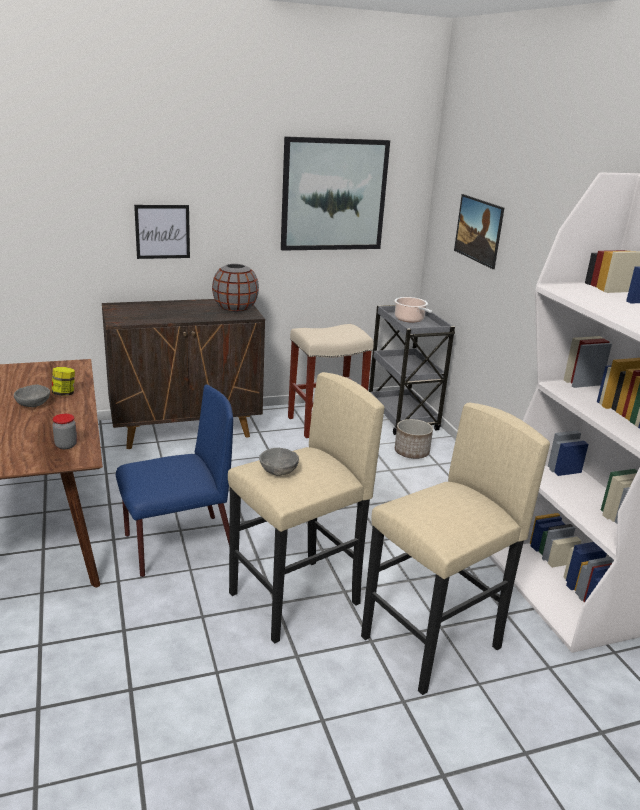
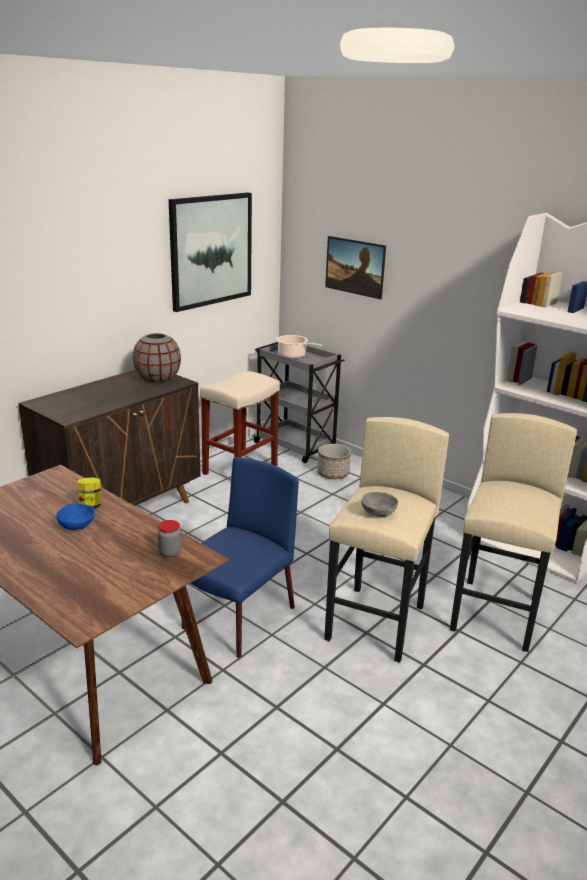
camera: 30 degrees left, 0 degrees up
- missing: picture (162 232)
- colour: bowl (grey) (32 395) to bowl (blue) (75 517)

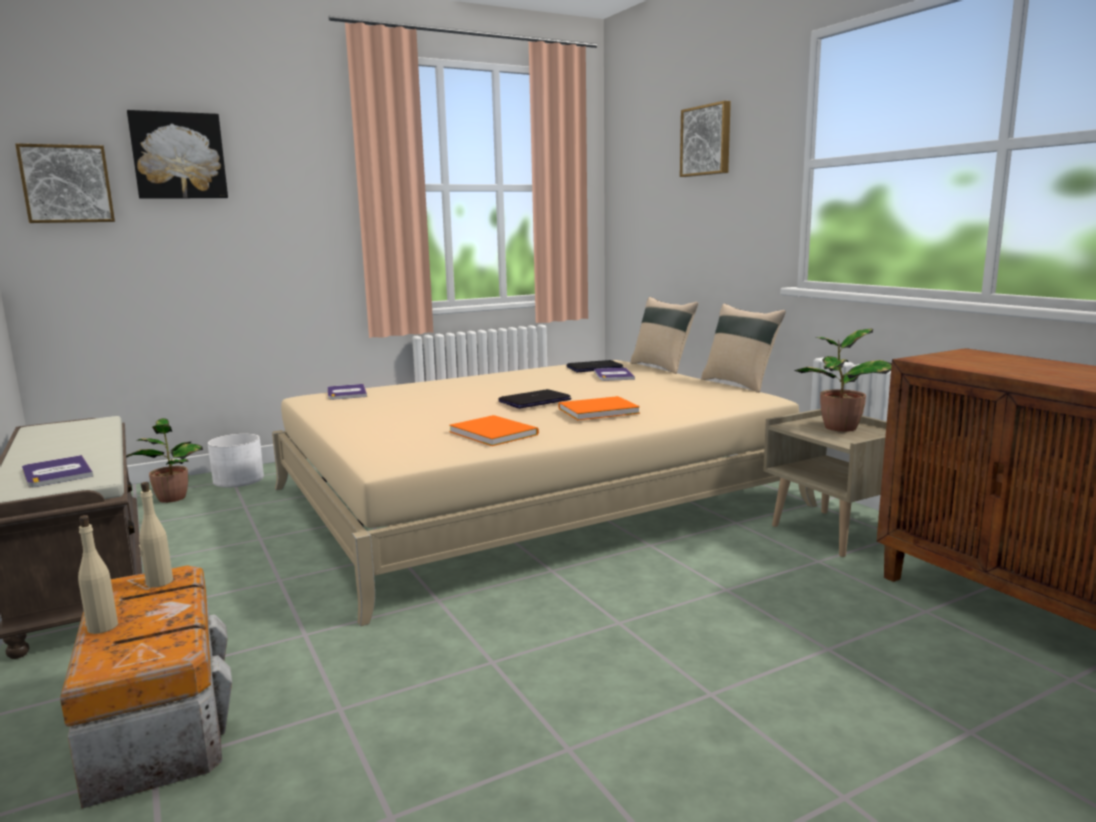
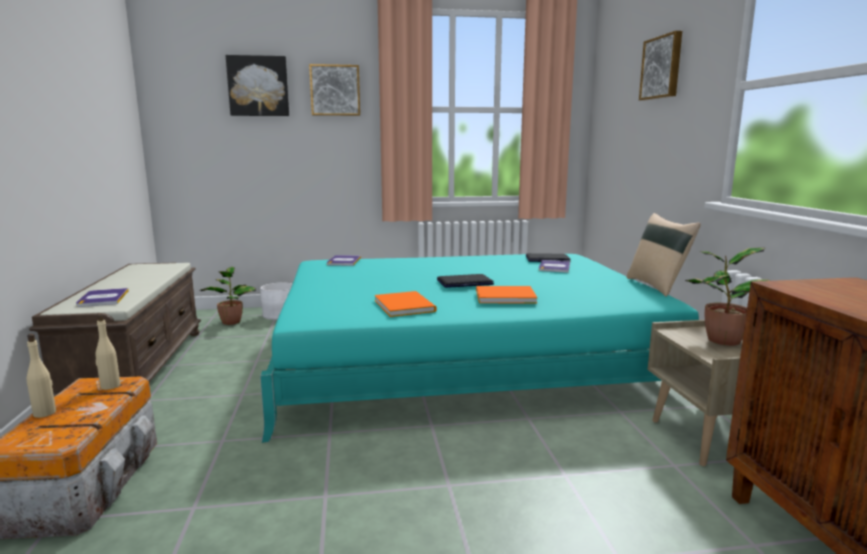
camera: 20 degrees right, 0 degrees up
- relocated: picture (65 183) to (334 90)
- missing: pillow (beige) (664 335)
- colour: bed (beige) (544 493) to bed (turquoise) (479 348)

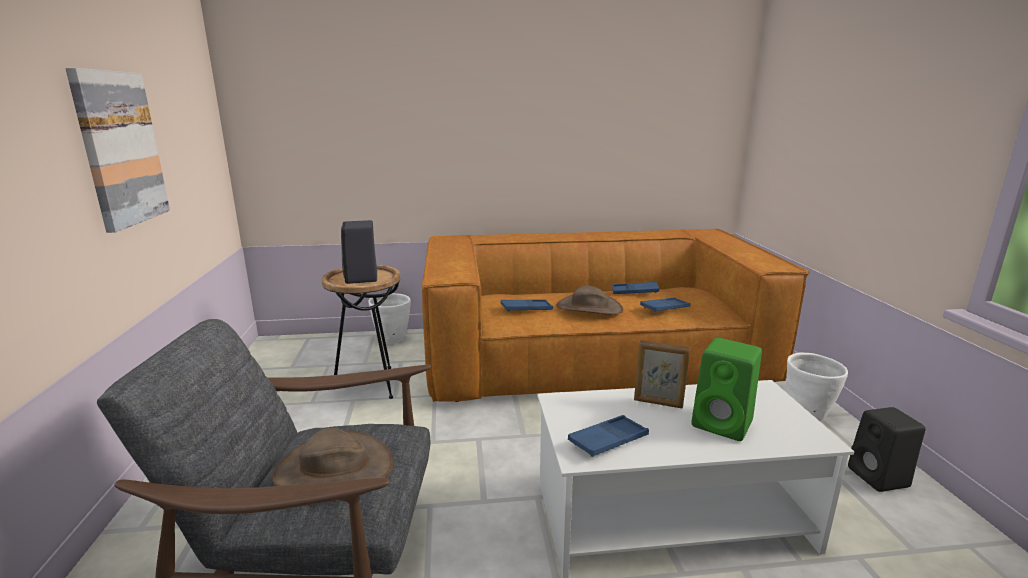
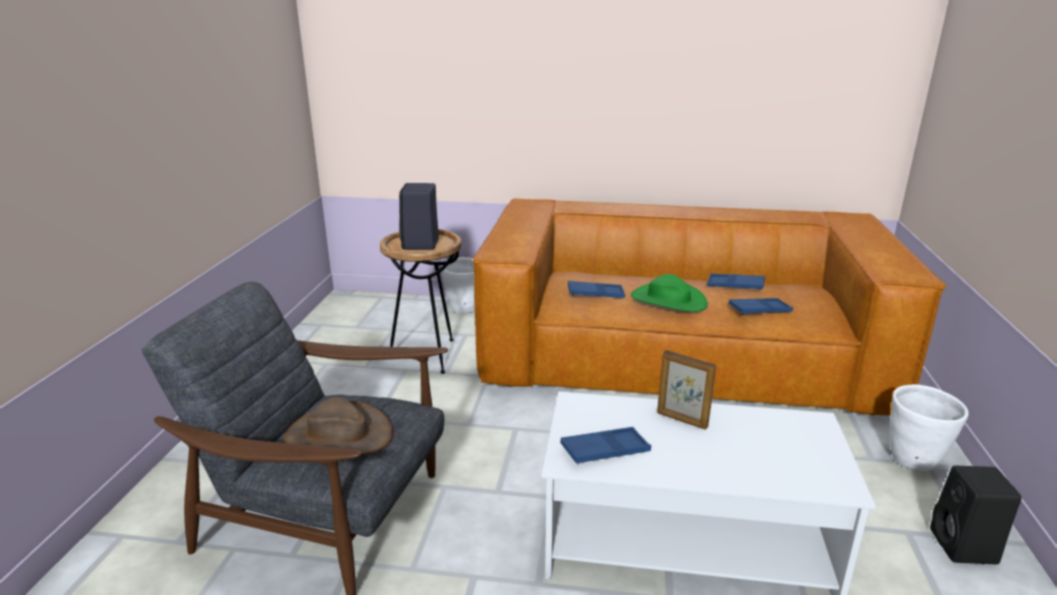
camera: 15 degrees right, 5 degrees up
- missing: picture (117 150)
- colour: hat (brown) (589 300) to hat (green) (669 293)
- missing: speaker (green) (726 389)

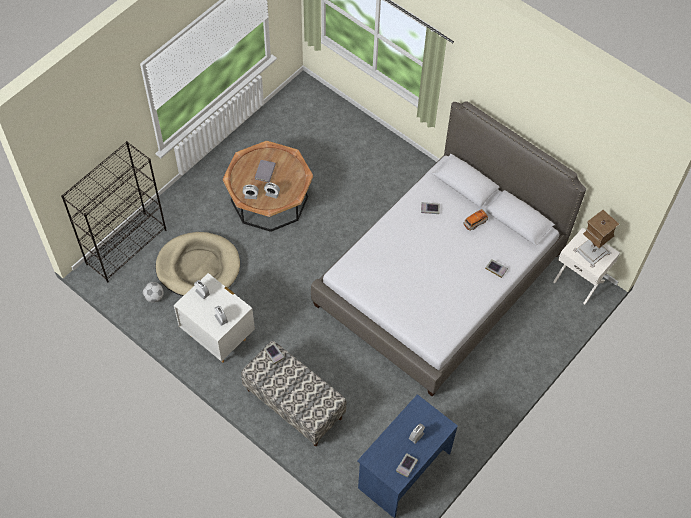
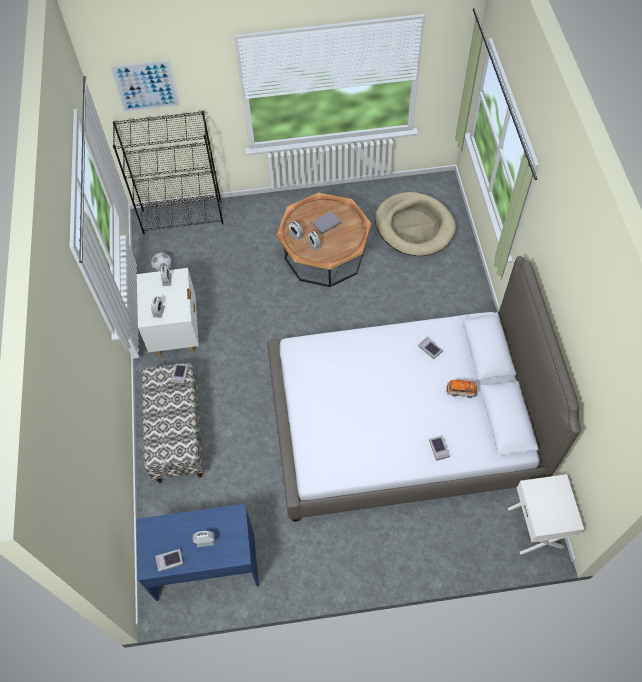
camera: 45 degrees right, 0 degrees up
- missing: table lamp (596 239)
- relocated: dog bed (beige) (197 264) to (415 224)
- appeared: picture (145 85)

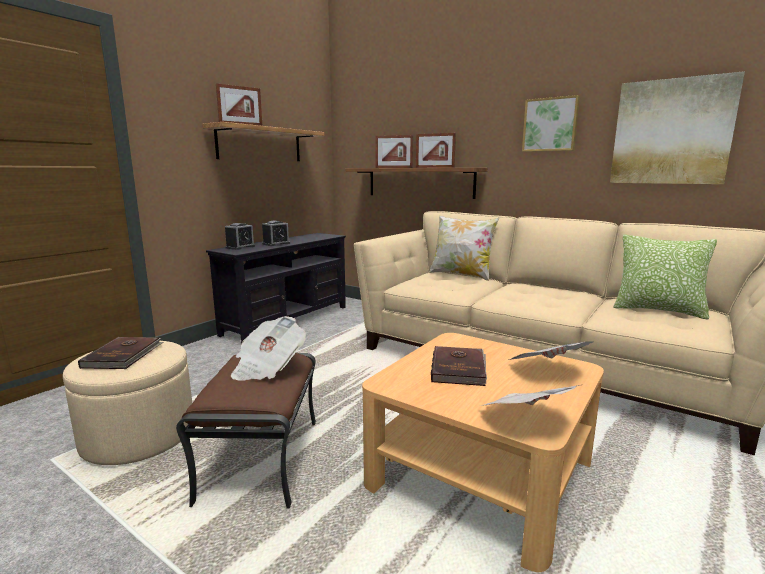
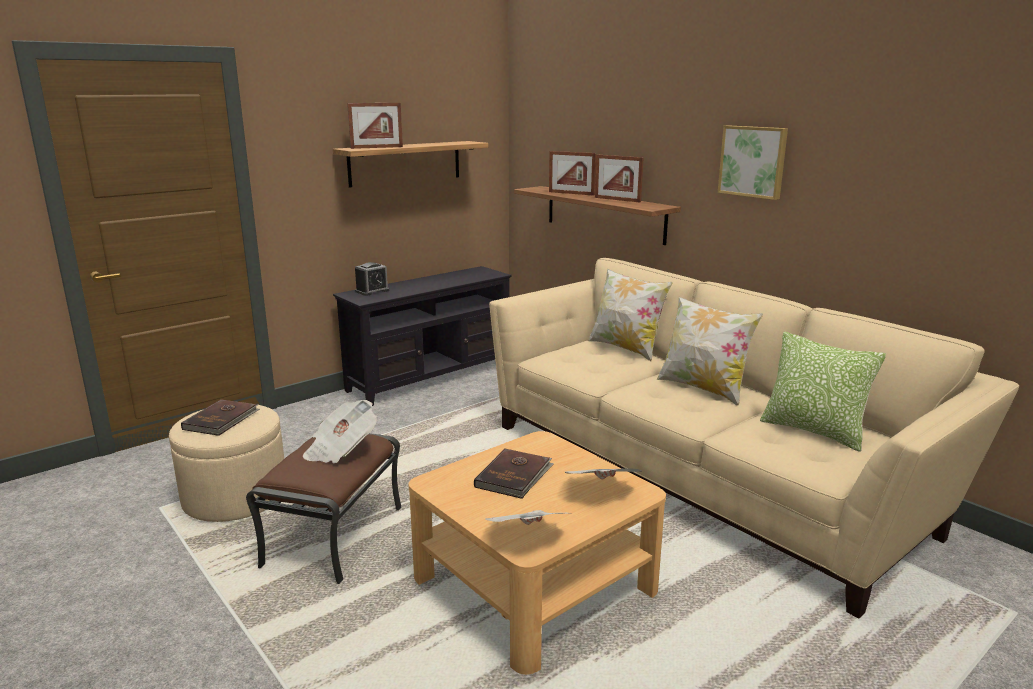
camera: 15 degrees right, 5 degrees up
- missing: picture (677 127)
- missing: alarm clock (276 233)
- appeared: pillow (710 351)

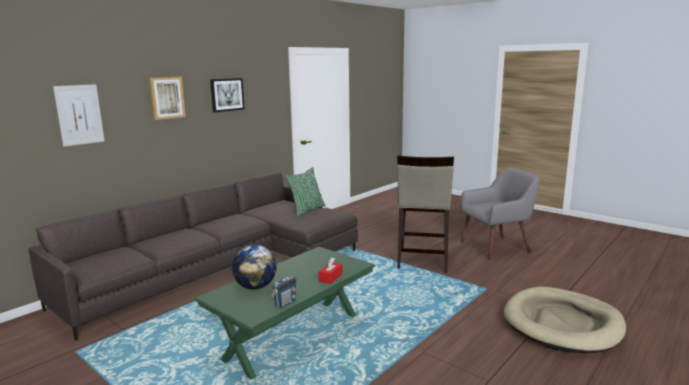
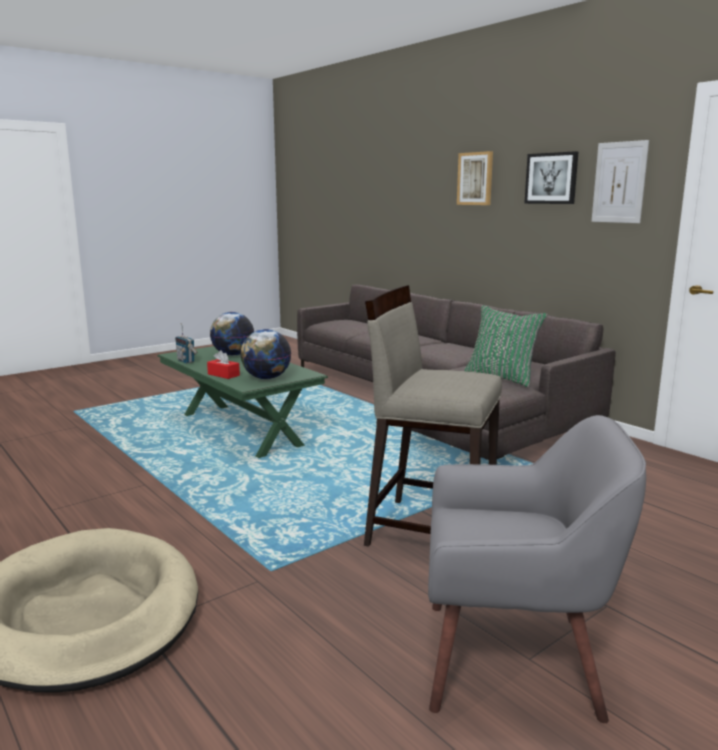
camera: 100 degrees right, 0 degrees up
- relocated: picture (78 115) to (620 181)
- spun: armchair (grey) (500 213) = (537 569) 75 degrees counterclockwise
- appeared: globe (265 354)

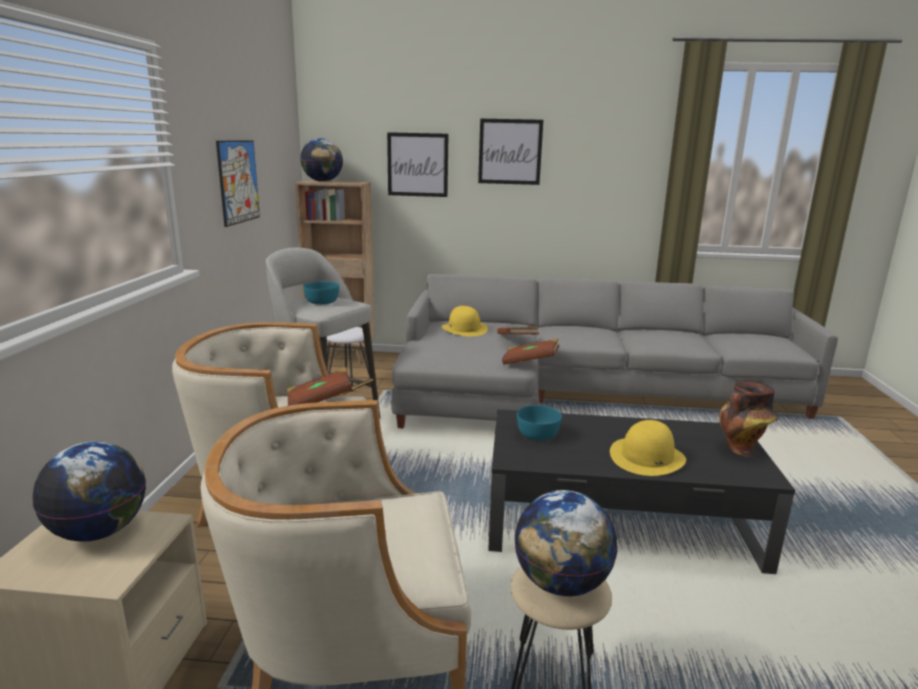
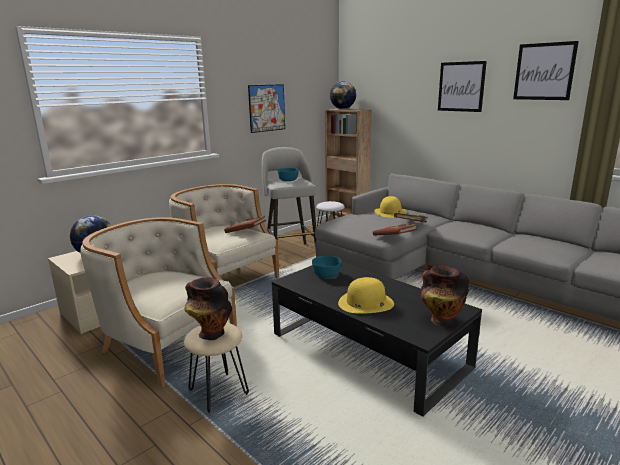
camera: 40 degrees right, 0 degrees up
- relocated: picture (418 164) to (546 70)
- exchanged: globe (566 543) to vase (208 308)

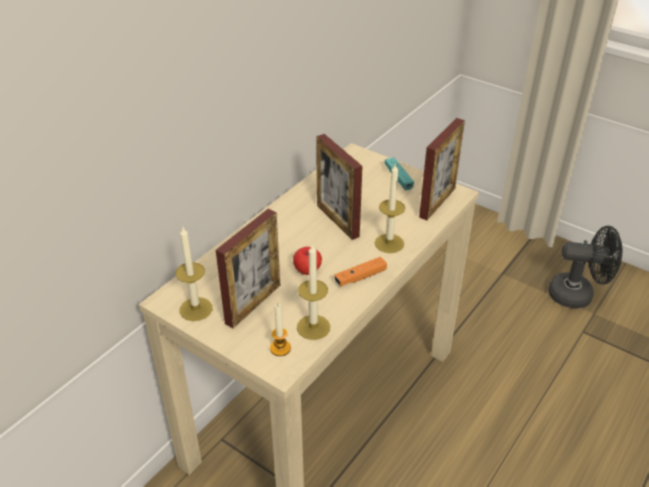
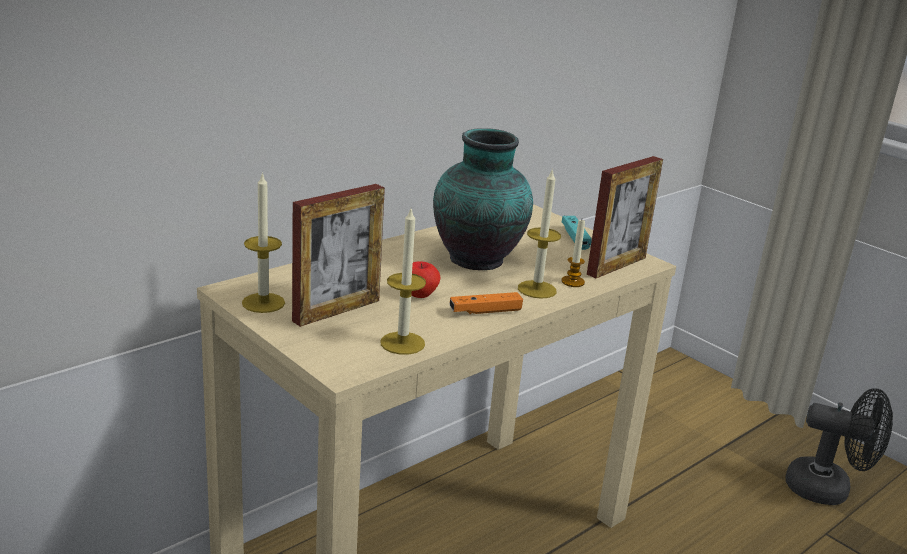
camera: 10 degrees right, 15 degrees down
- exchanged: picture frame (339 187) to vase (483 199)
- relocated: candle (280 330) to (573 253)

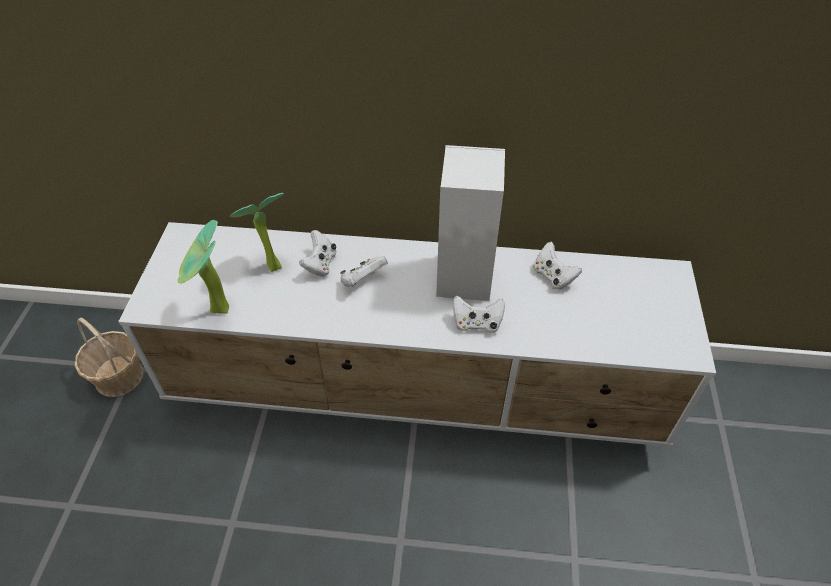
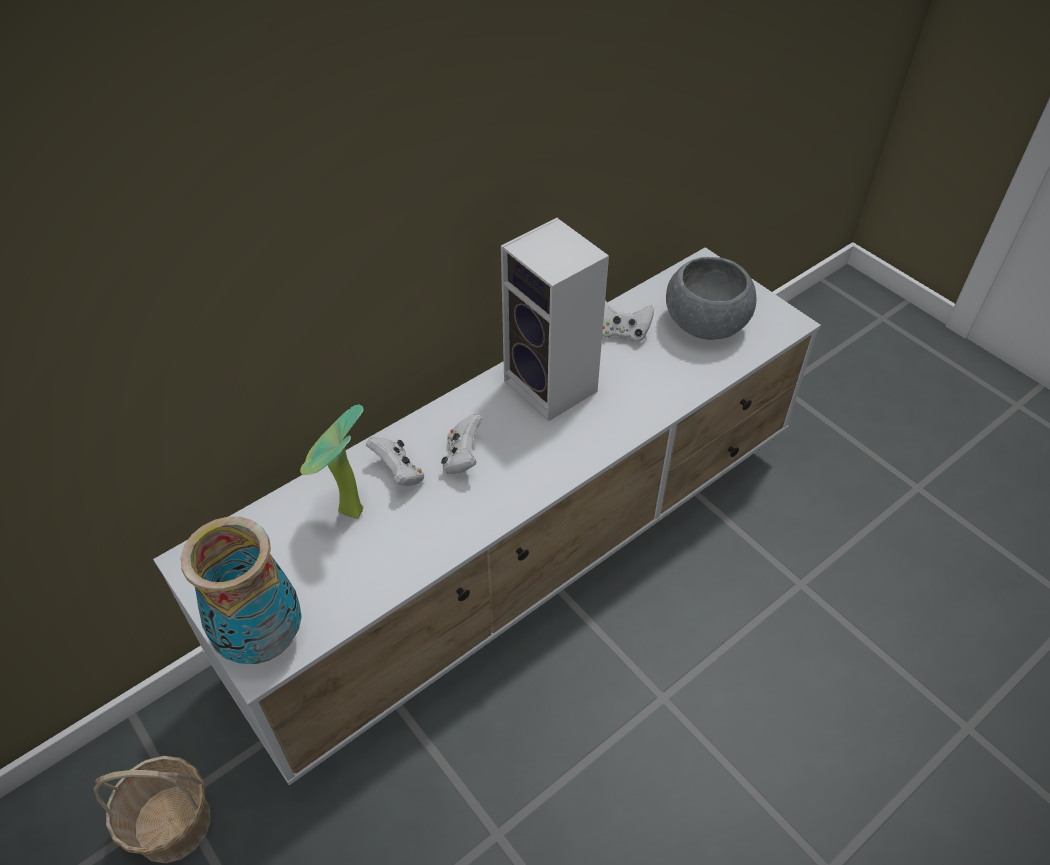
camera: 45 degrees left, 0 degrees up
- missing: potted plant (203 267)
- missing: game controller (white) (479 314)
- appeared: bowl (grey) (711 298)
- appeared: vase (241 590)

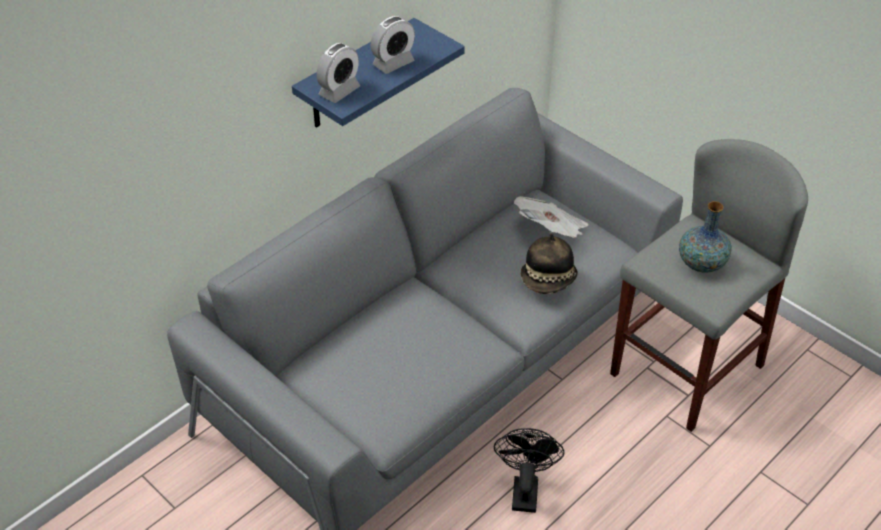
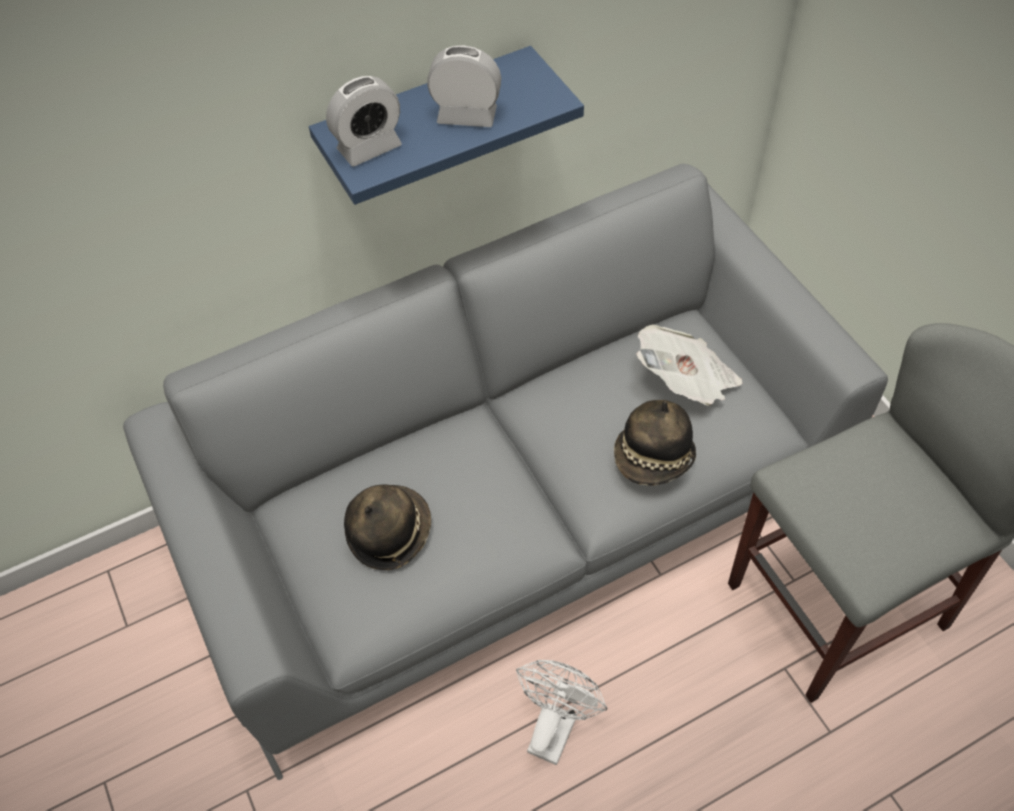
camera: 20 degrees right, 10 degrees up
- spun: alarm clock (393 45) = (464 86) 150 degrees counterclockwise
- missing: vase (705 237)
- colour: fan (black) (529 470) to fan (white) (562 712)
- appeared: hat (387 527)

